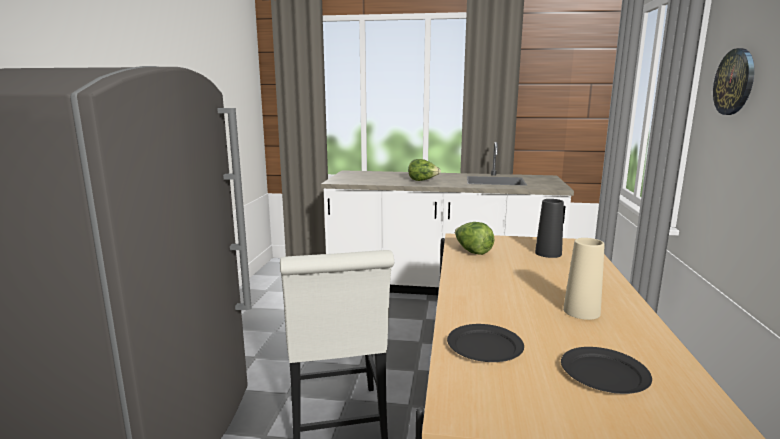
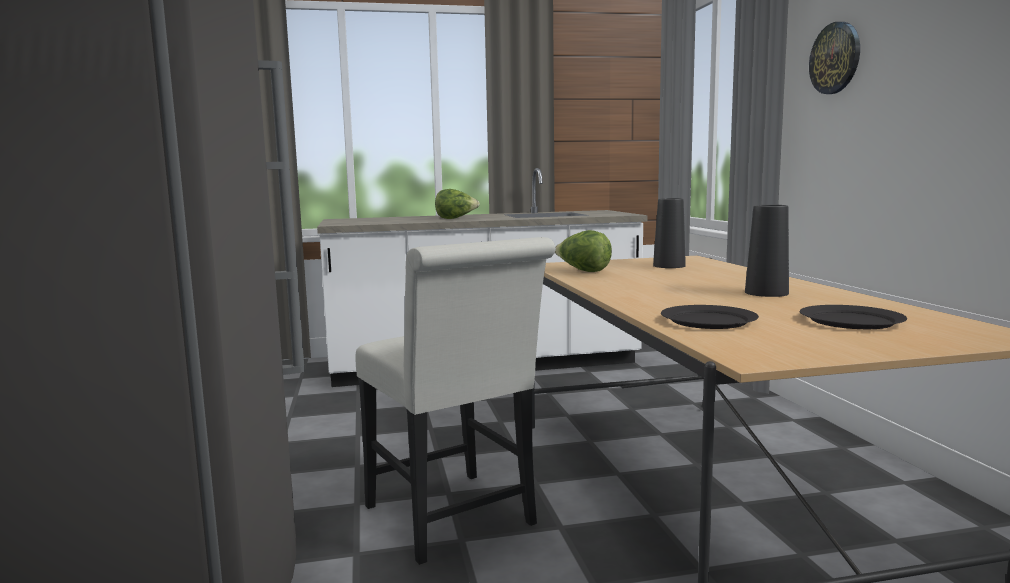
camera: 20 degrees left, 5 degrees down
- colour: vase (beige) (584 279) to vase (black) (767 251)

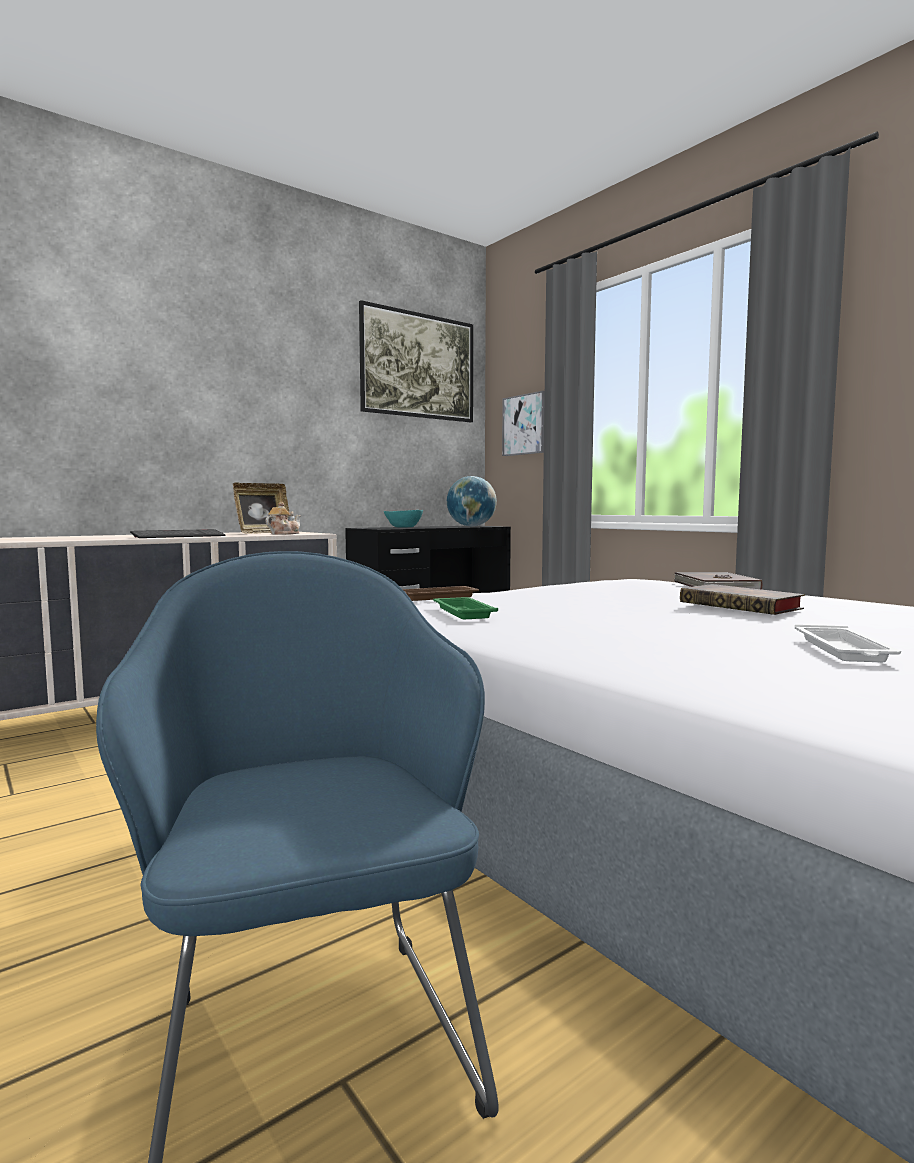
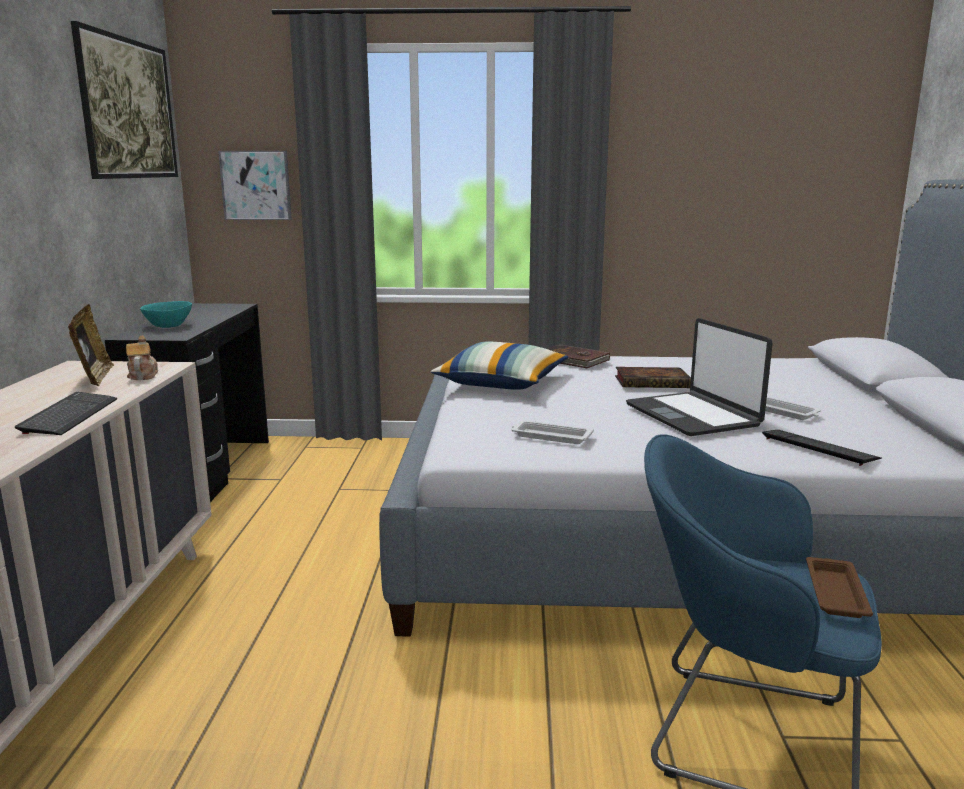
camera: 50 degrees left, 10 degrees up
- missing: globe (472 501)
- relocated: tray (brown) (441 593) to (839 587)
- colour: tray (green) (465 608) to tray (white) (552 432)
- appeared: laptop (699 377)
- appeared: pillow (499 366)
- appeared: keyboard (821 448)

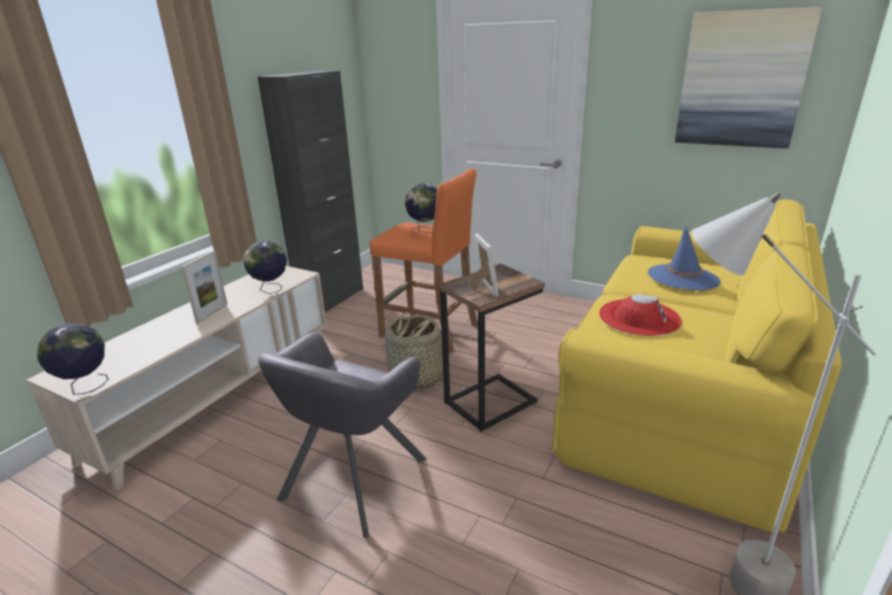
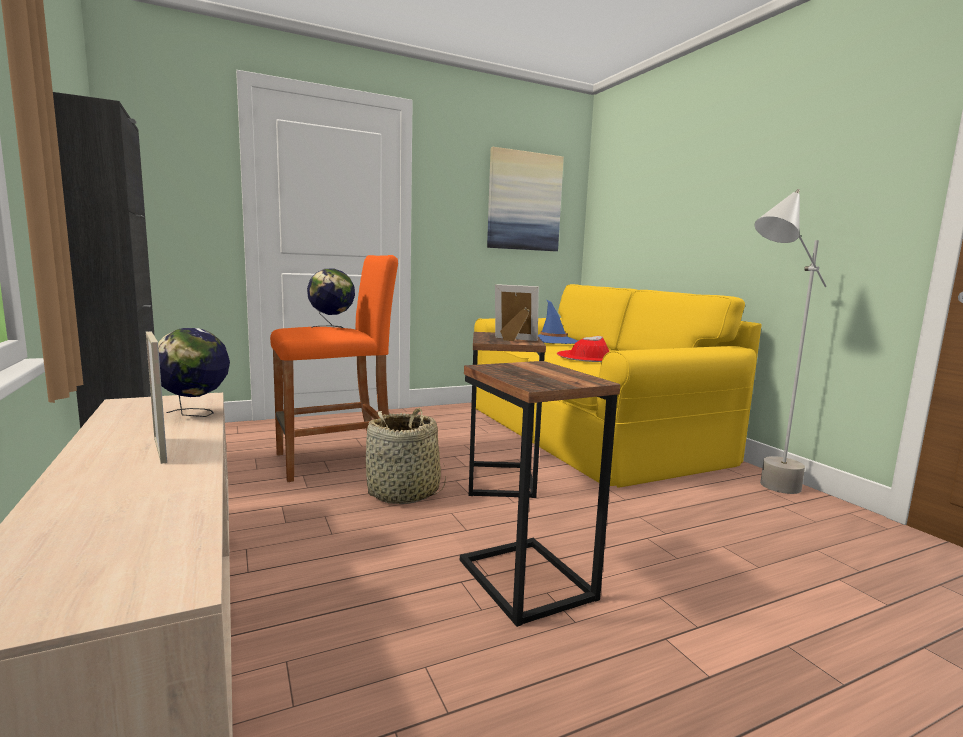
camera: 55 degrees left, 15 degrees down
- missing: globe (73 359)
- exchanged: armchair (grey) (342 435) to side table (540 494)

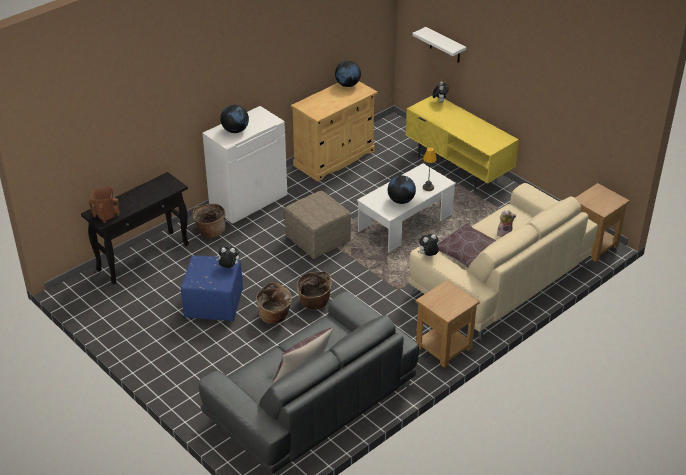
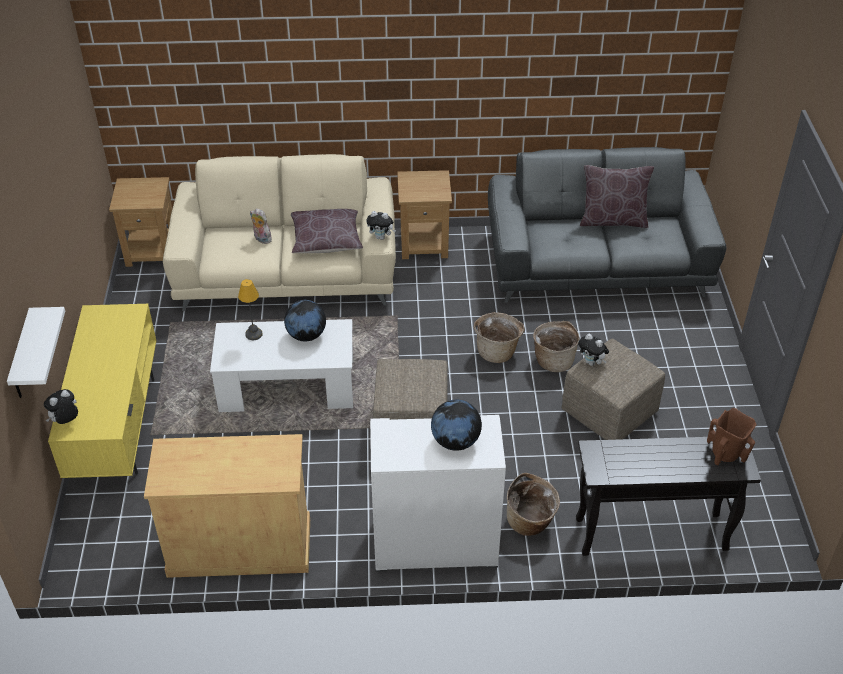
camera: 140 degrees left, 5 degrees up
- missing: globe (348 74)
- colour: ottoman (blue) (212 288) to ottoman (beige) (613 389)

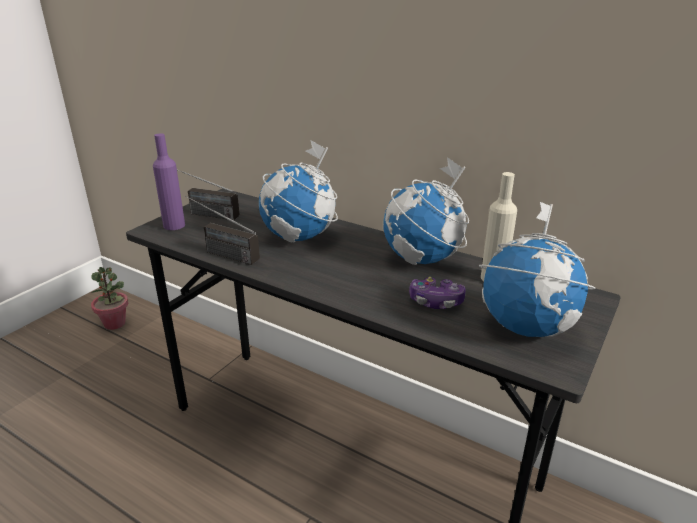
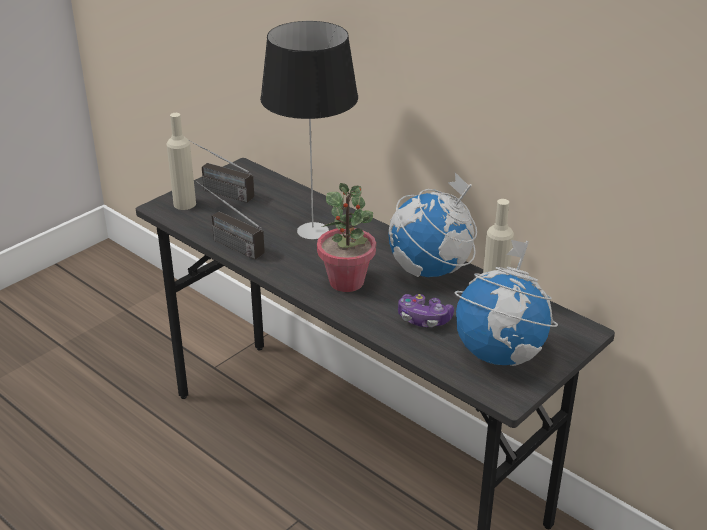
camera: 10 degrees right, 5 degrees up
- colour: bottle (purple) (169 181) to bottle (beige) (181 161)
- exchanged: globe (298 191) to table lamp (309 130)
- relocated: potted plant (109 298) to (346 237)

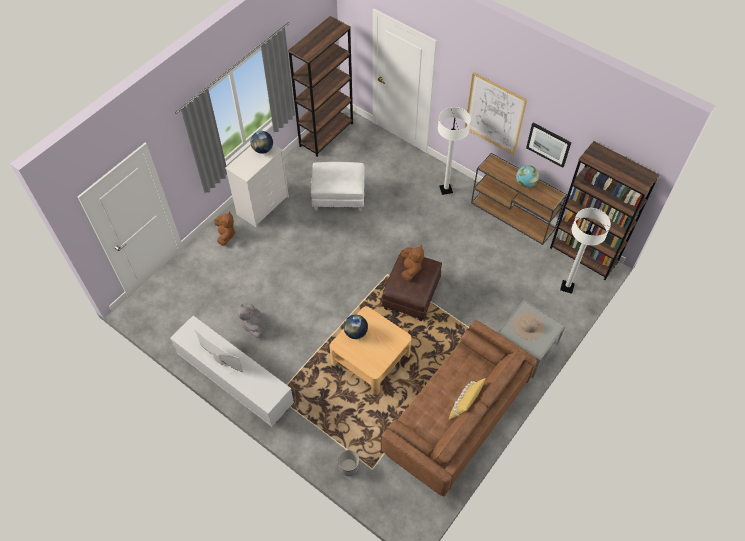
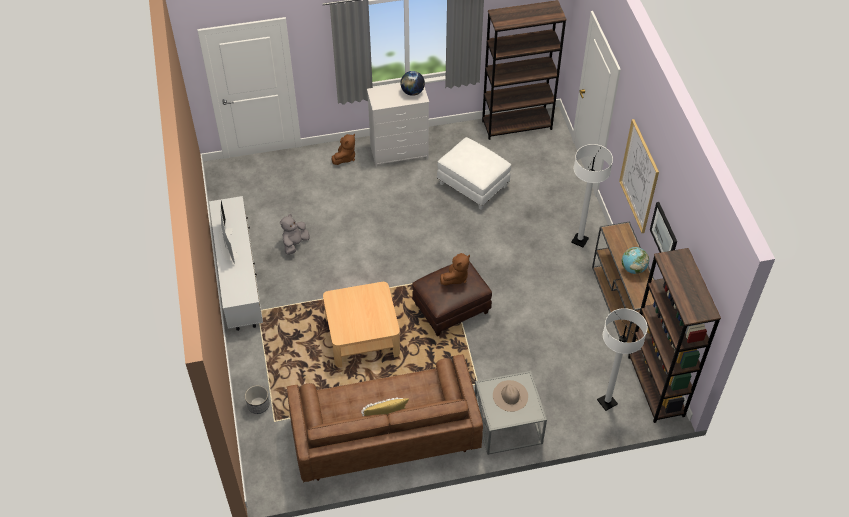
camera: 40 degrees right, 5 degrees down
- missing: globe (356 327)

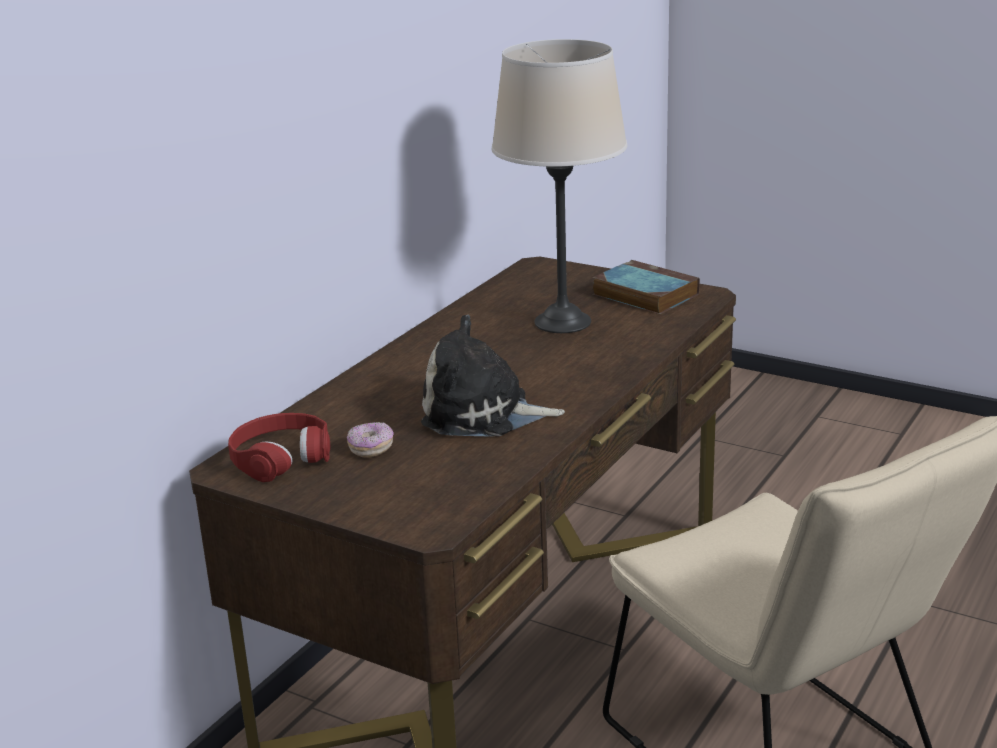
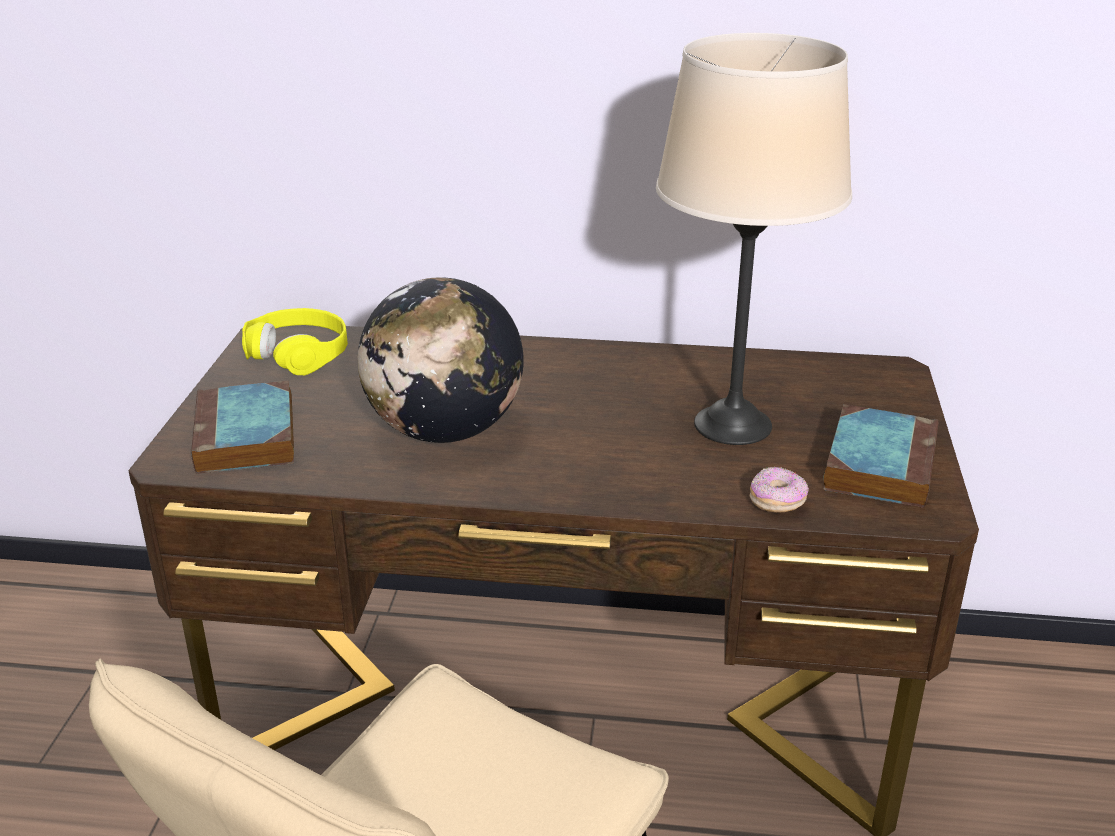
camera: 65 degrees right, 5 degrees up
- exchanged: plush toy (493 376) to globe (441 360)
- colour: headphones (red) (279 447) to headphones (yellow) (295 341)
- relocated: donut (370 439) to (779 490)
- appeared: book (242 427)

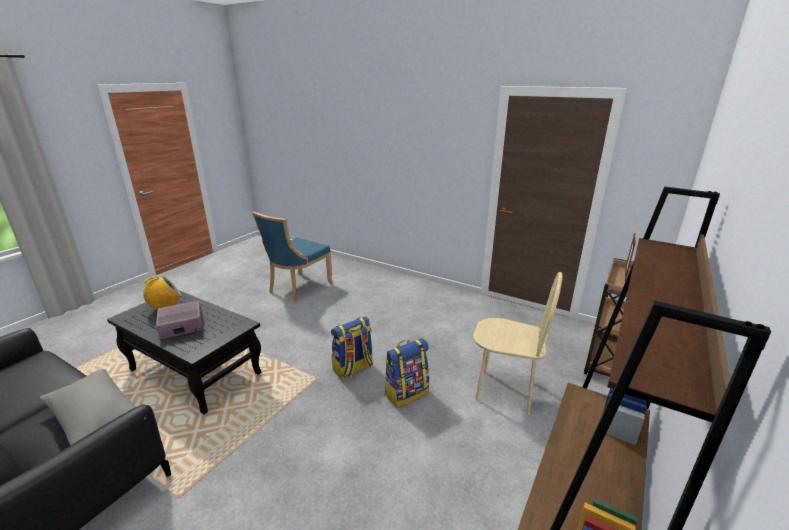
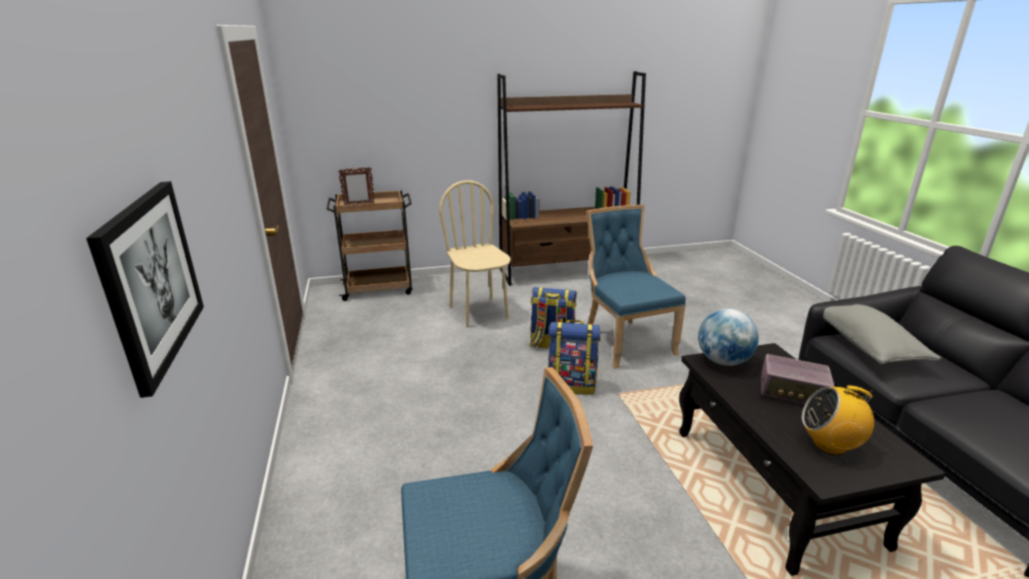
camera: 135 degrees left, 0 degrees up
- appeared: picture (145 289)
- appeared: chair (blue) (636 287)
- appeared: globe (728 337)

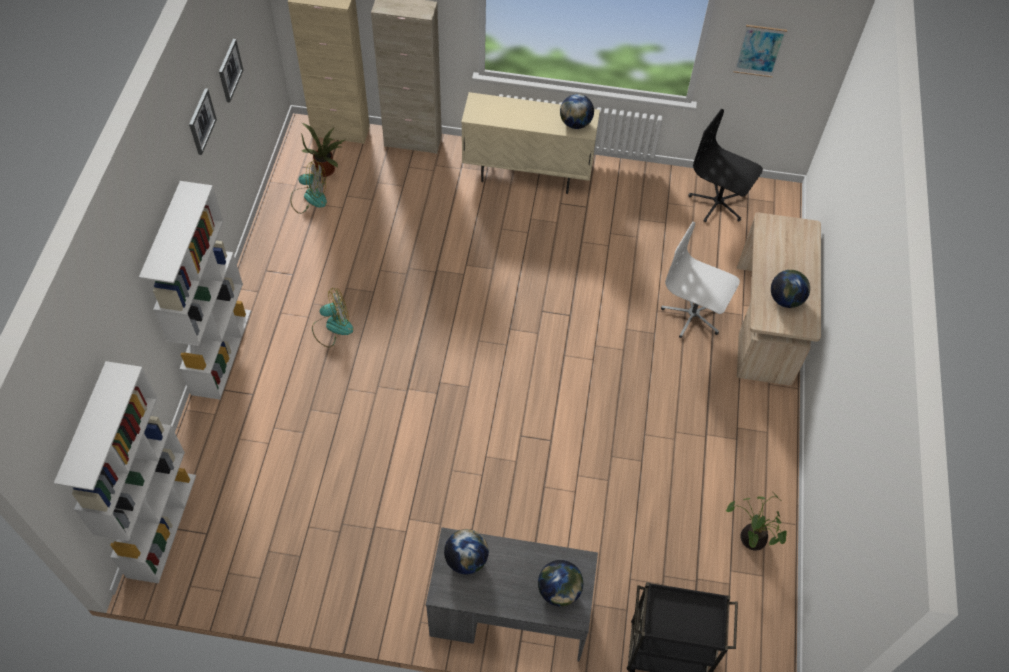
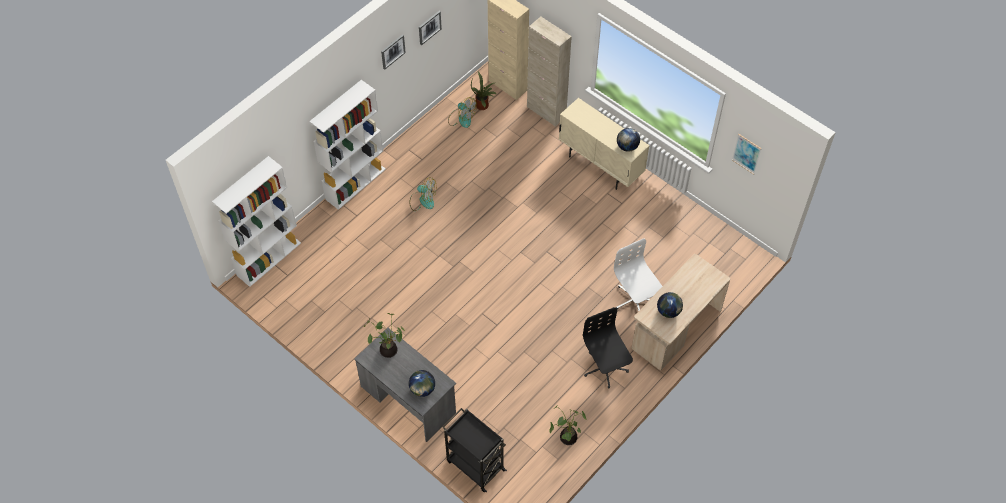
camera: 35 degrees right, 0 degrees up
- relocated: office chair (black) (725 165) to (608 348)
- exchanged: globe (466 552) to potted plant (384 335)

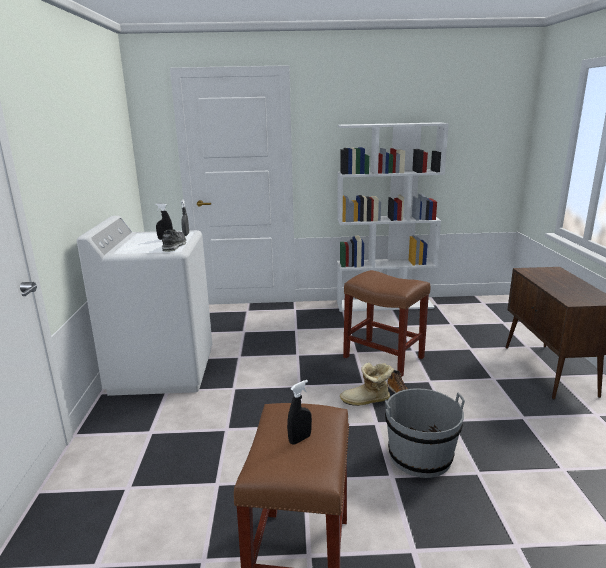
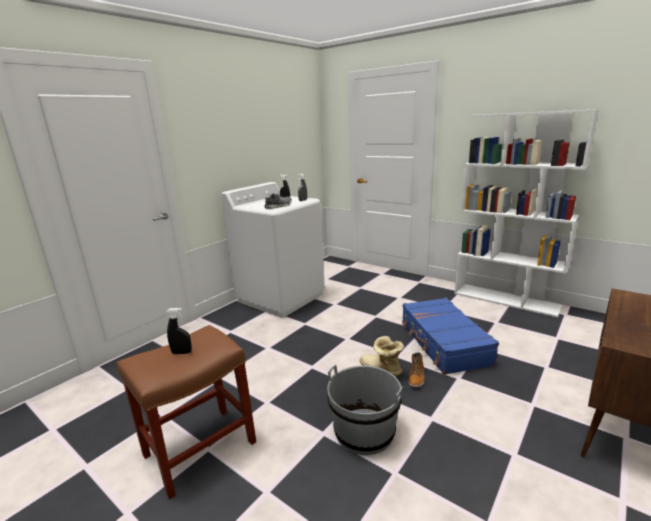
camera: 40 degrees right, 0 degrees up
- exchanged: stool (brown) (386 323) to suitcase (blue) (450 336)

